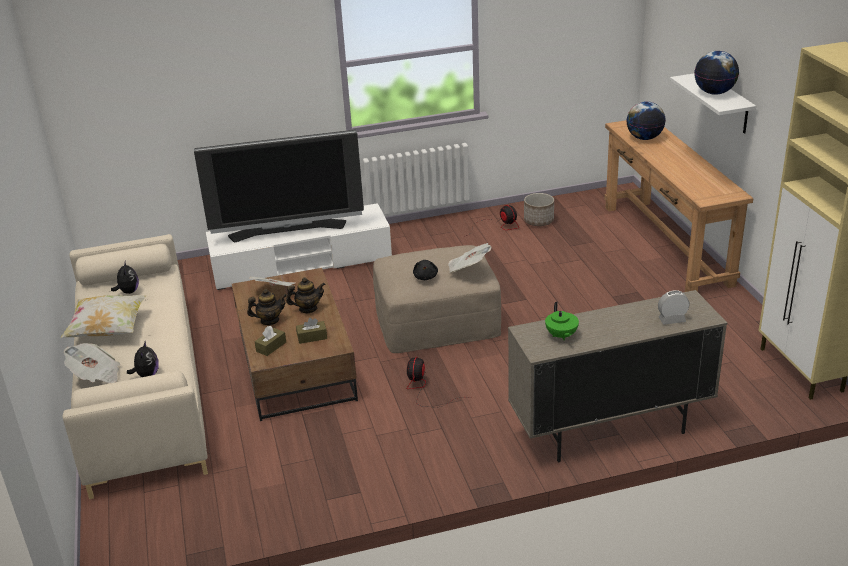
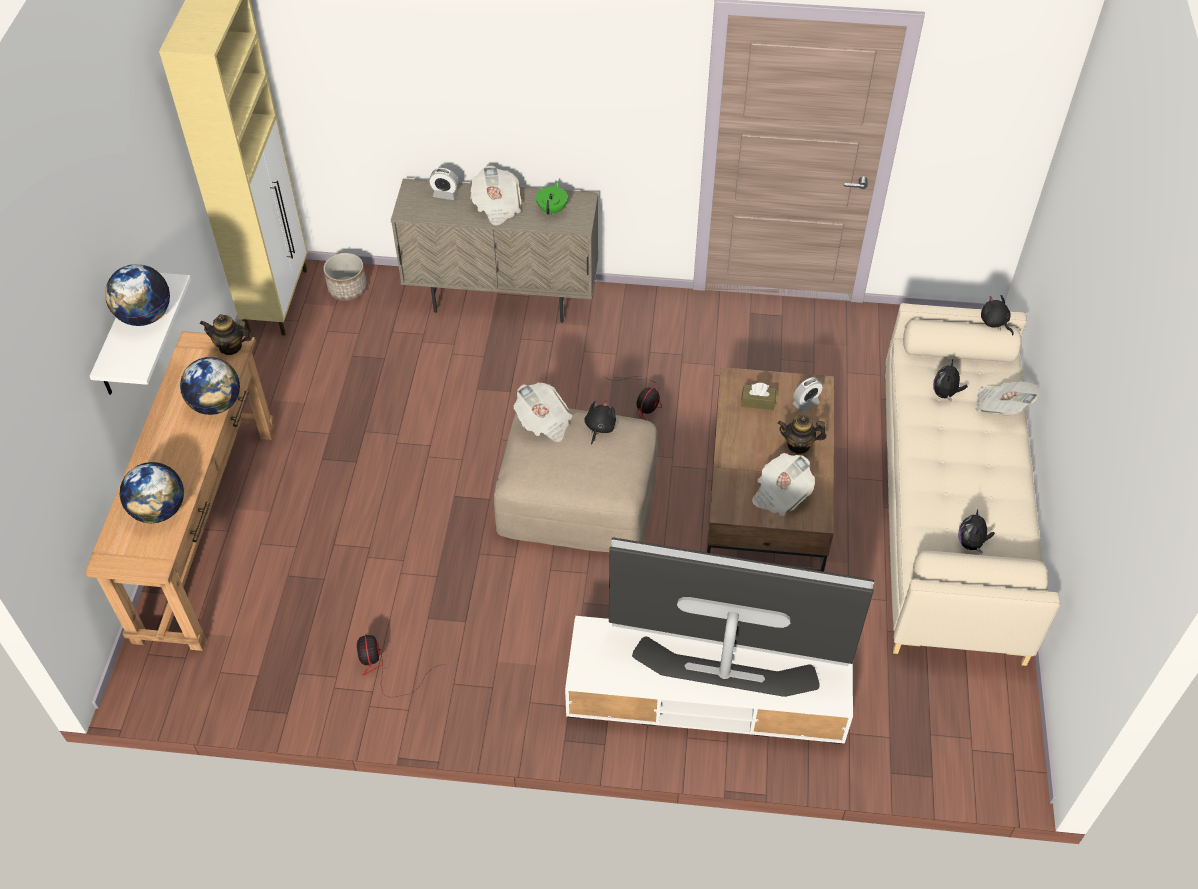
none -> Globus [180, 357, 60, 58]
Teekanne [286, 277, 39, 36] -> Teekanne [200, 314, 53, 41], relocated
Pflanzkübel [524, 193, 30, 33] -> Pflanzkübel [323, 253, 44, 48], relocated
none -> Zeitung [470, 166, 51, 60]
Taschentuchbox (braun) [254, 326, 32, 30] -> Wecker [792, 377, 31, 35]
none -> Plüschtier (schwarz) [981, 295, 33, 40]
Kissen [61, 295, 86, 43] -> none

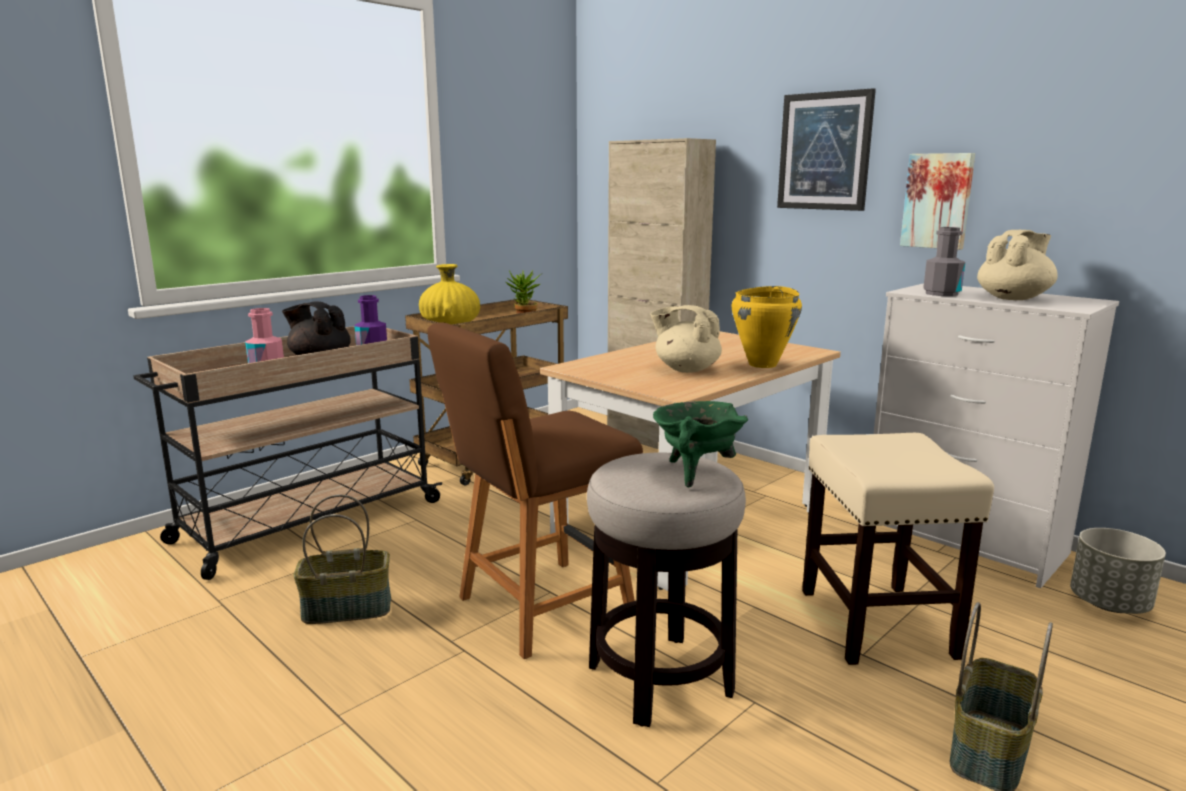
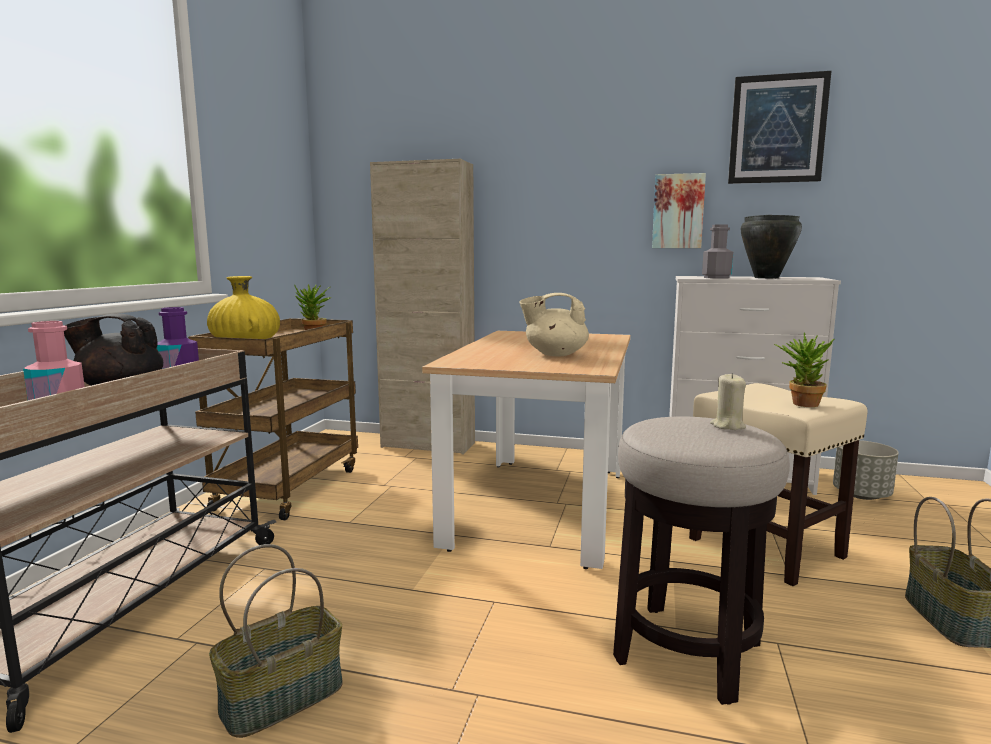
Kochtopf (grün) [653, 401, 95, 86] -> Kerze (beige) [710, 373, 36, 57]
Bild [777, 88, 99, 123] -> Bild [728, 71, 103, 113], relocated
Teekanne (beige) [977, 230, 81, 70] -> Kochtopf (schwarz) [741, 215, 61, 63]
none -> Topfpflanze [774, 333, 60, 74]
Stuhl (braun) [428, 322, 215, 337] -> none
Kochtopf (gelb) [731, 286, 71, 82] -> none

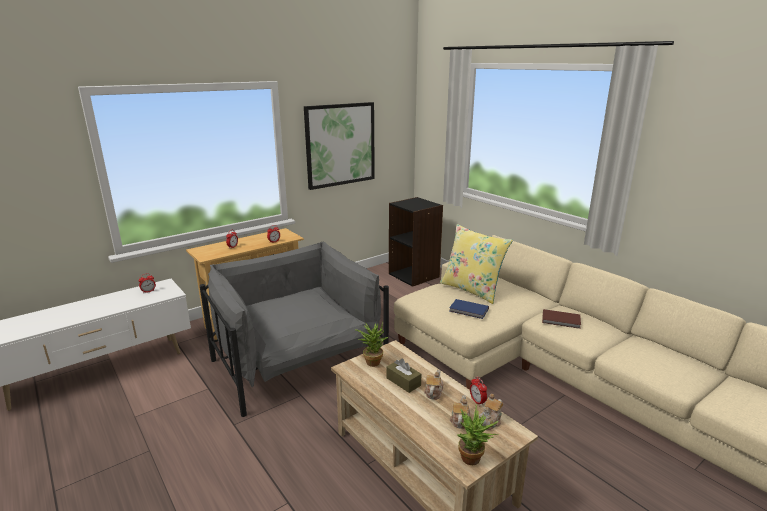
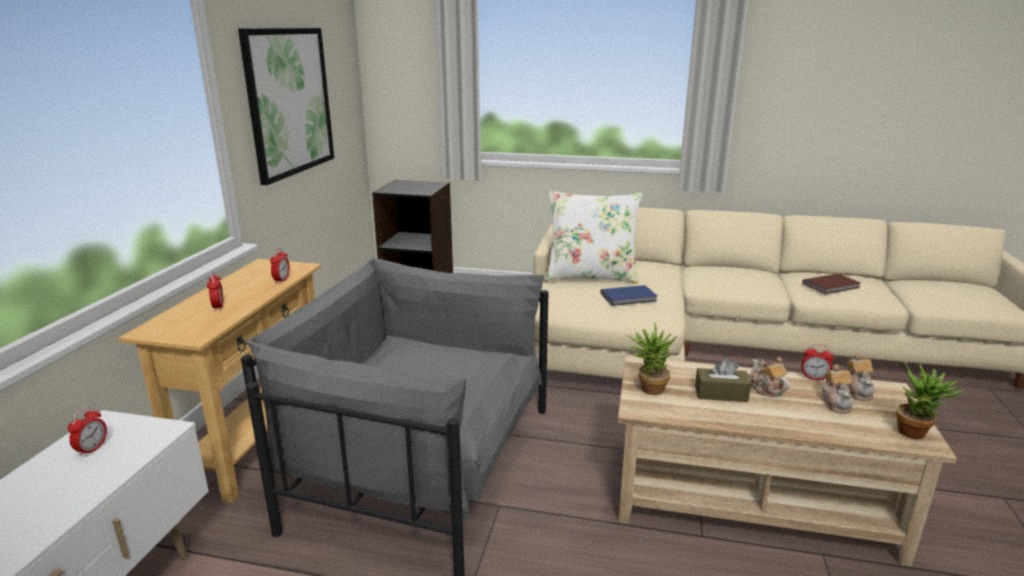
Kissen (gelb) [440, 224, 73, 80] -> Kissen (weiß) [545, 190, 98, 94]
Buch (braun) [542, 309, 39, 20] -> Buch (braun) [802, 274, 58, 20], relocated
Teekanne [450, 395, 20, 34] -> Teekanne [821, 364, 33, 50], 150 degrees counterclockwise

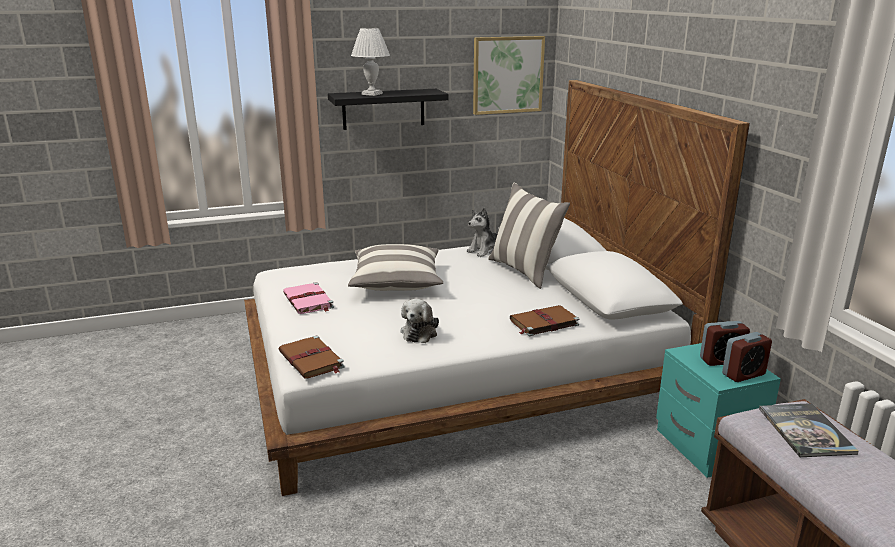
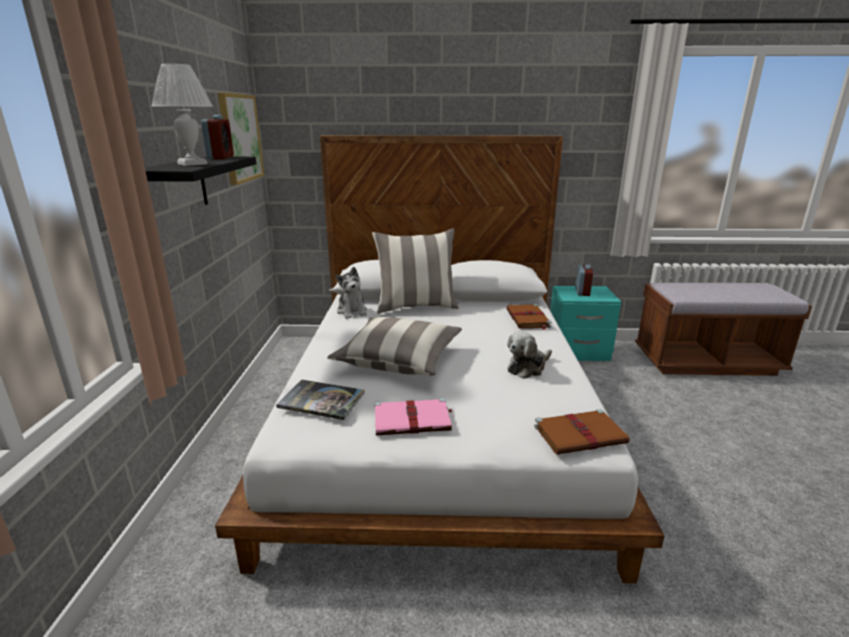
Wecker [722, 332, 50, 50] -> Wecker [201, 115, 33, 44], relocated
Buch [759, 403, 100, 54] -> Buch [276, 380, 88, 40], relocated
Plüschtier [401, 299, 38, 44] -> Plüschtier [507, 332, 45, 47], 105 degrees clockwise

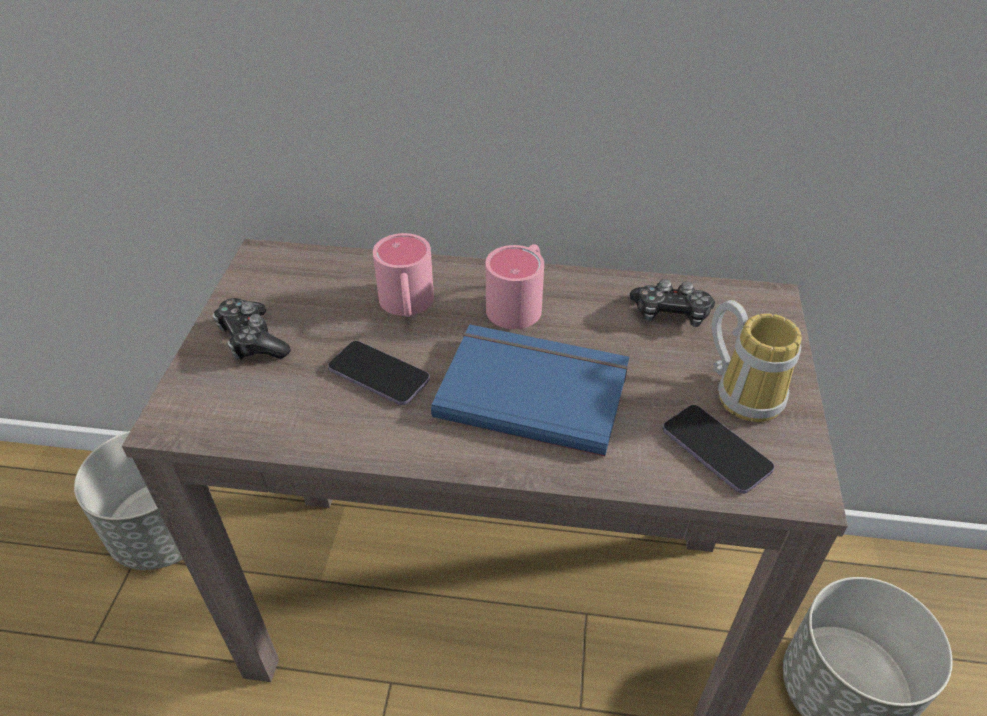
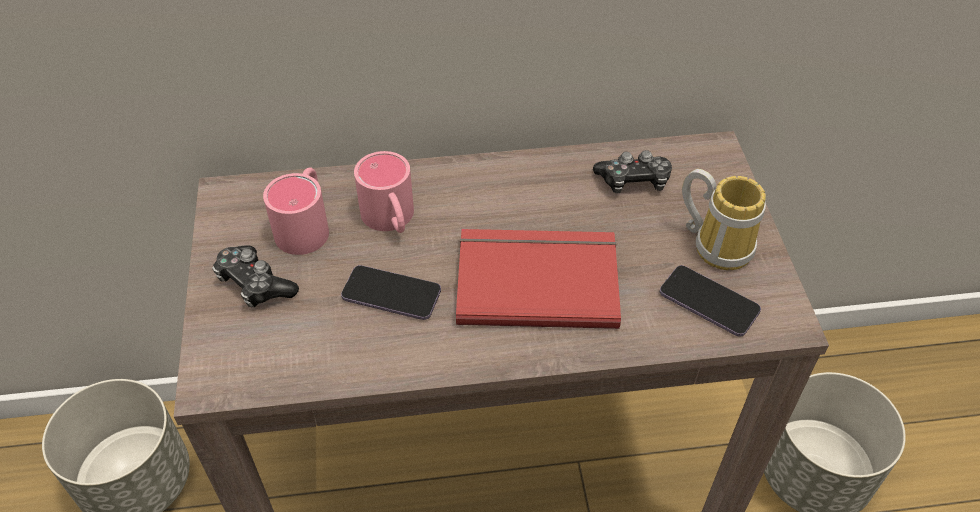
Henkelbecher (rosa) [486, 244, 58, 85] -> Henkelbecher (rosa) [263, 167, 66, 88], relocated
Buch (blau) [431, 325, 198, 131] -> Buch (rot) [456, 229, 165, 100]

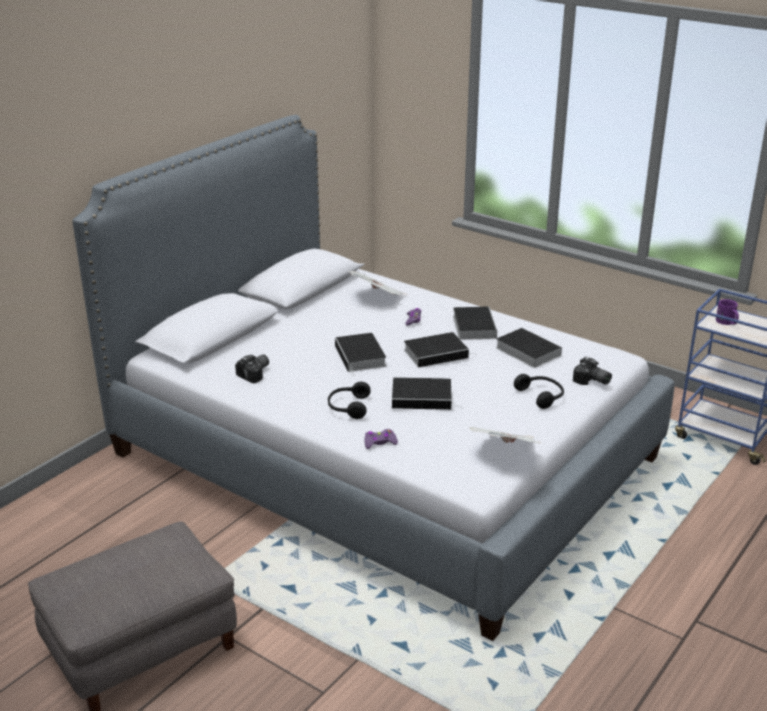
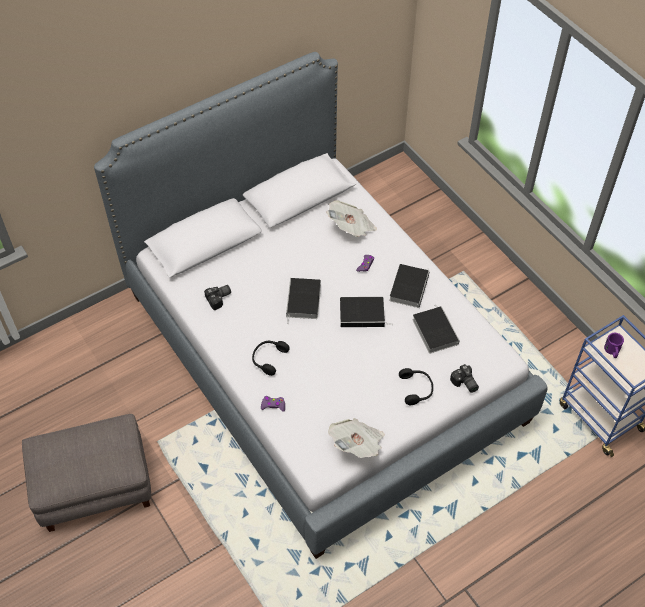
Buch [392, 377, 68, 33] -> none

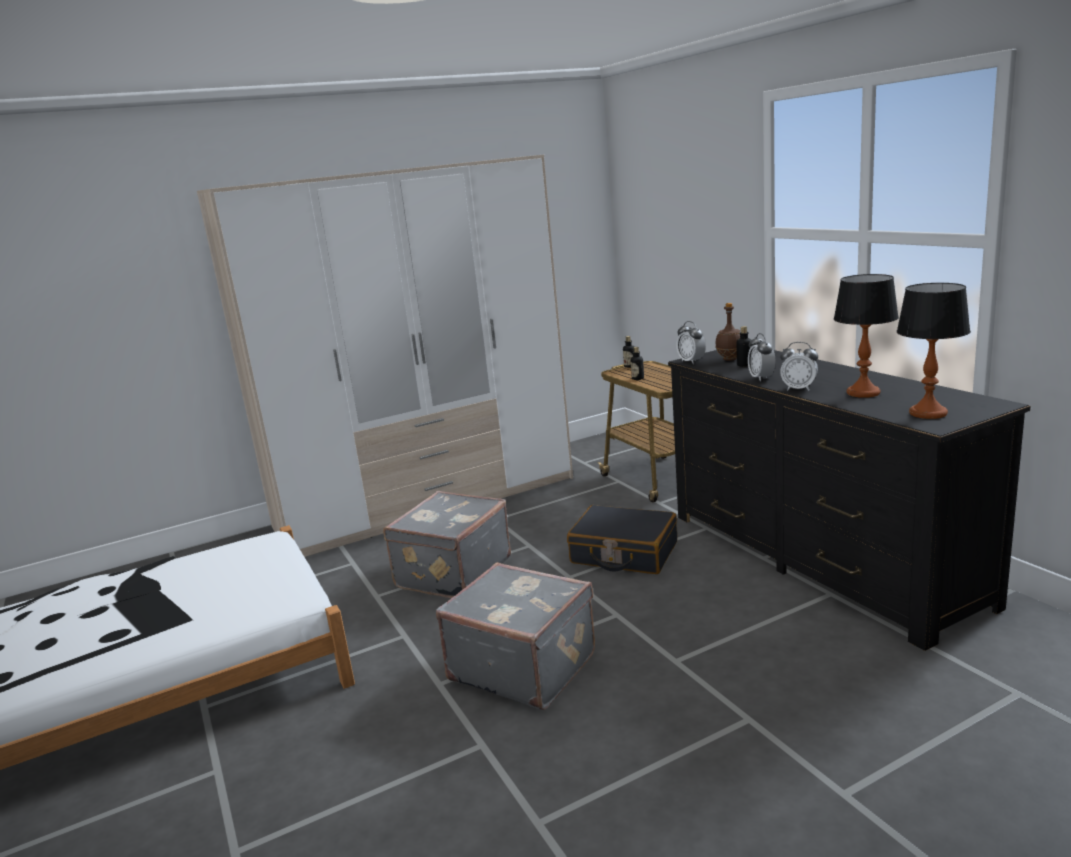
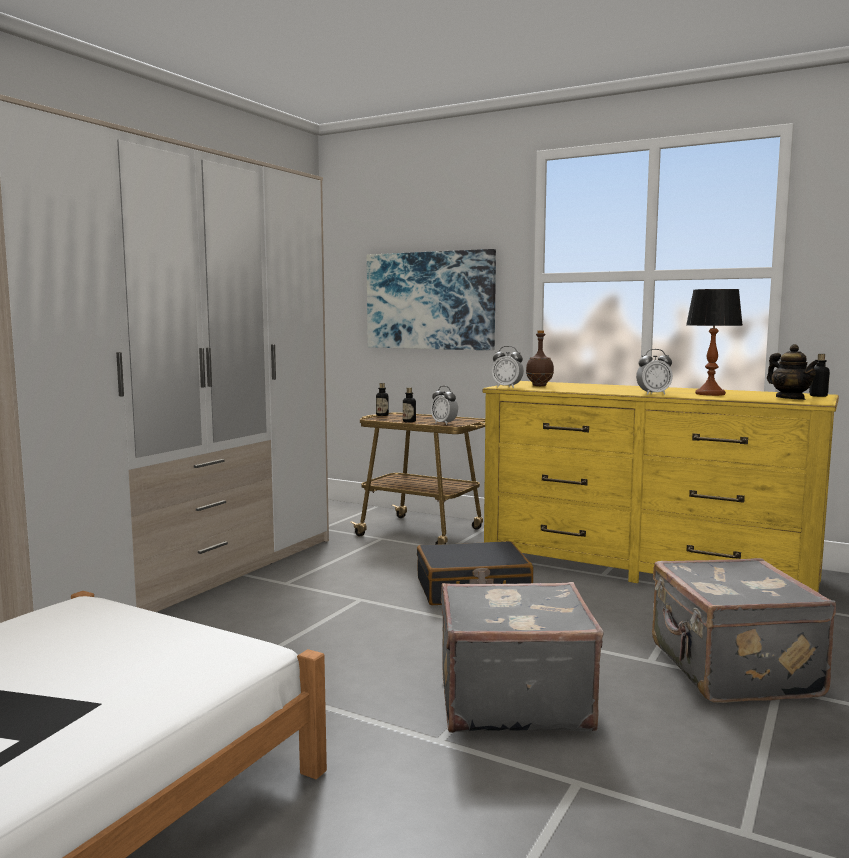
none -> Bild [367, 249, 129, 101]
Wecker [748, 333, 27, 48] -> Wecker [431, 386, 27, 39], relocated
Kommode (schwarz) [668, 350, 363, 301] -> Kommode (gelb) [483, 381, 356, 211]
Koffer (grau) [383, 491, 128, 107] -> Koffer (grau) [652, 558, 184, 145], relocated
Tischlampe [896, 283, 75, 136] -> Teekanne [767, 344, 52, 56]
Flasche [736, 326, 15, 41] -> Flasche [809, 354, 21, 43], relocated

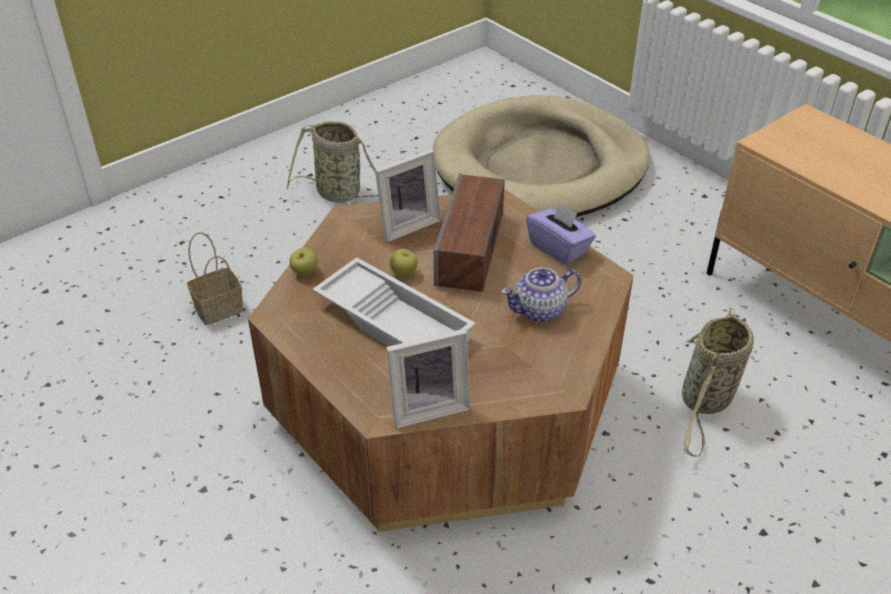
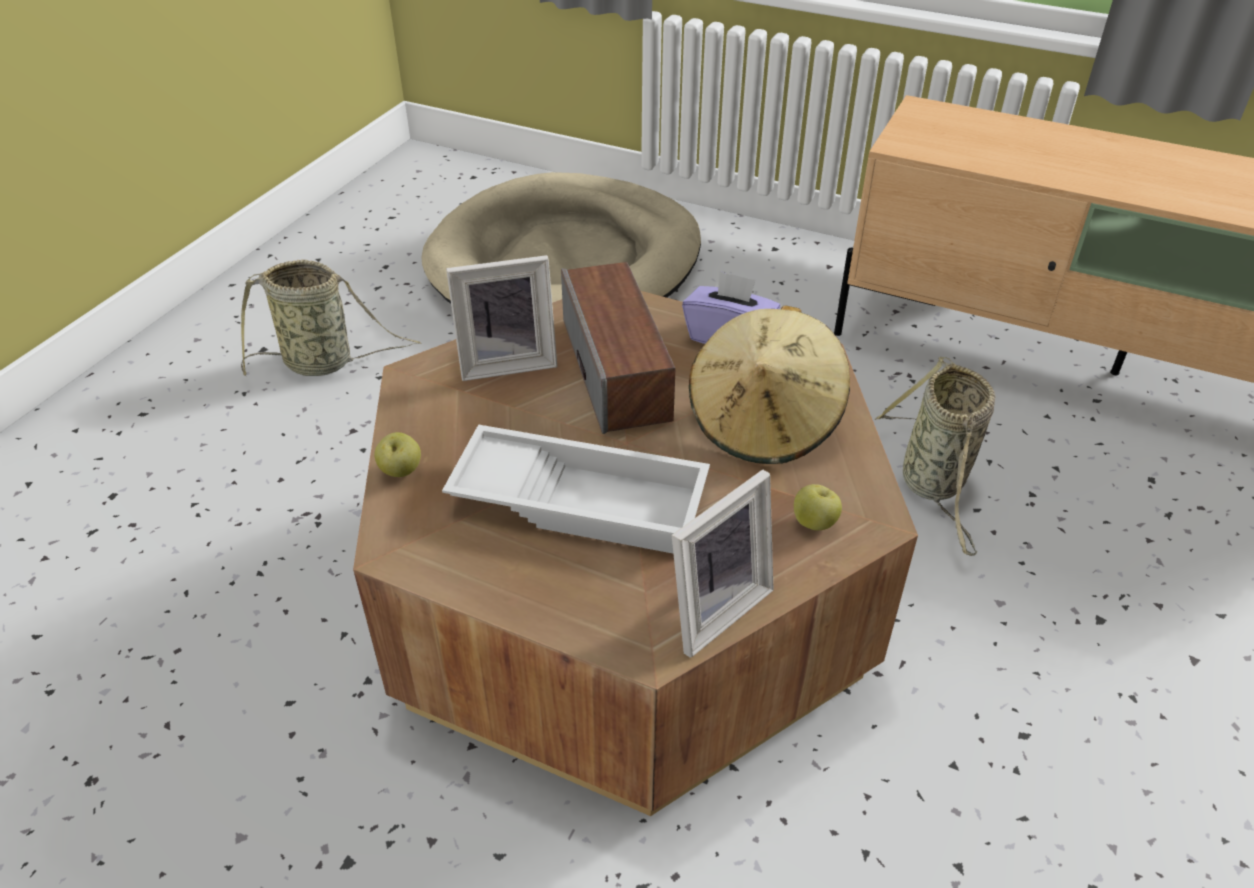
Bilderrahmen [375, 149, 66, 93] -> Bilderrahmen [446, 255, 111, 126], 45 degrees clockwise
Teekanne [501, 268, 80, 54] -> Hut (beige) [689, 305, 161, 159]
Apfel [390, 249, 28, 27] -> Apfel [794, 484, 48, 47], relocated
Korb [187, 232, 57, 93] -> none

